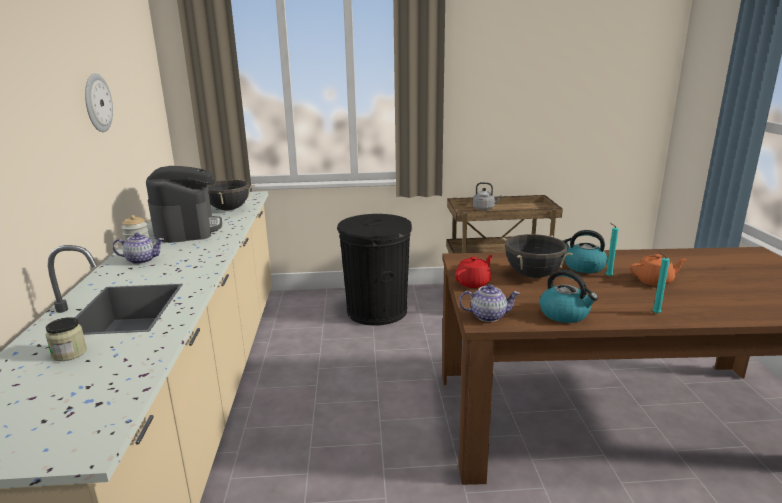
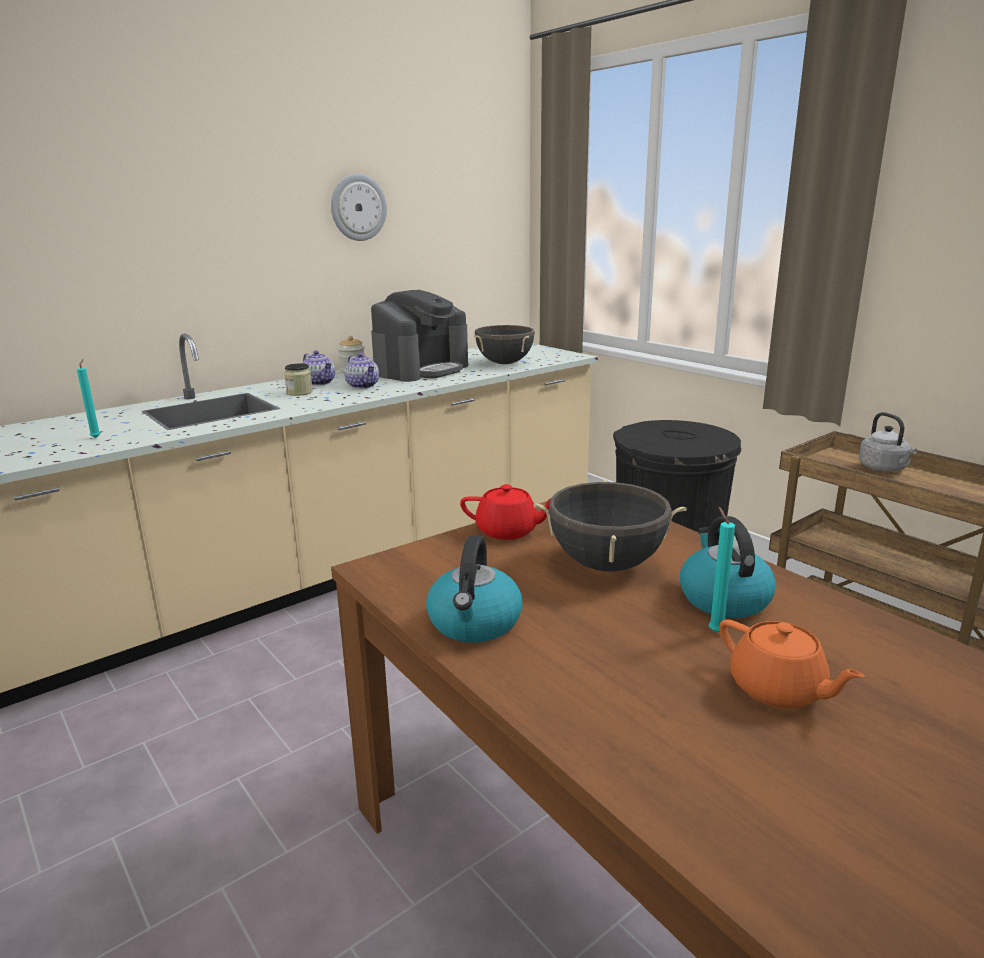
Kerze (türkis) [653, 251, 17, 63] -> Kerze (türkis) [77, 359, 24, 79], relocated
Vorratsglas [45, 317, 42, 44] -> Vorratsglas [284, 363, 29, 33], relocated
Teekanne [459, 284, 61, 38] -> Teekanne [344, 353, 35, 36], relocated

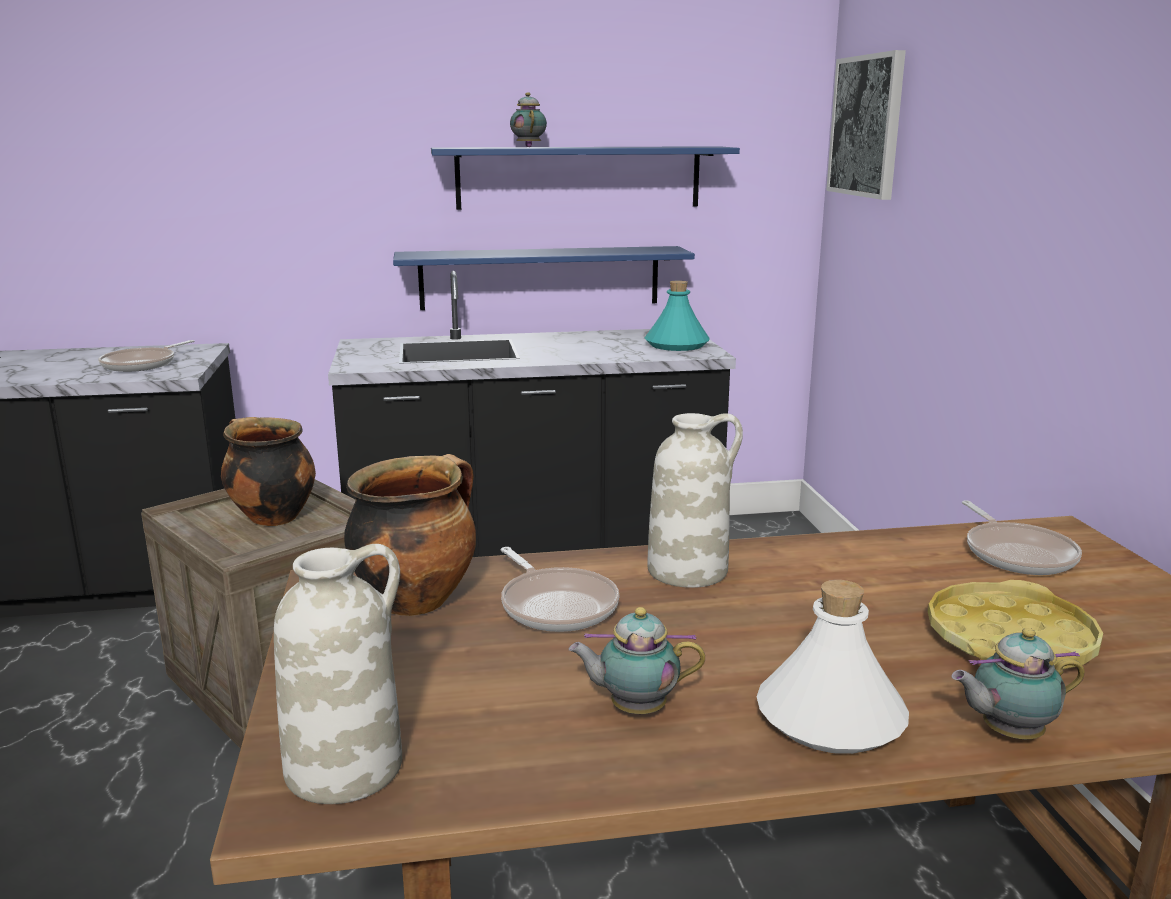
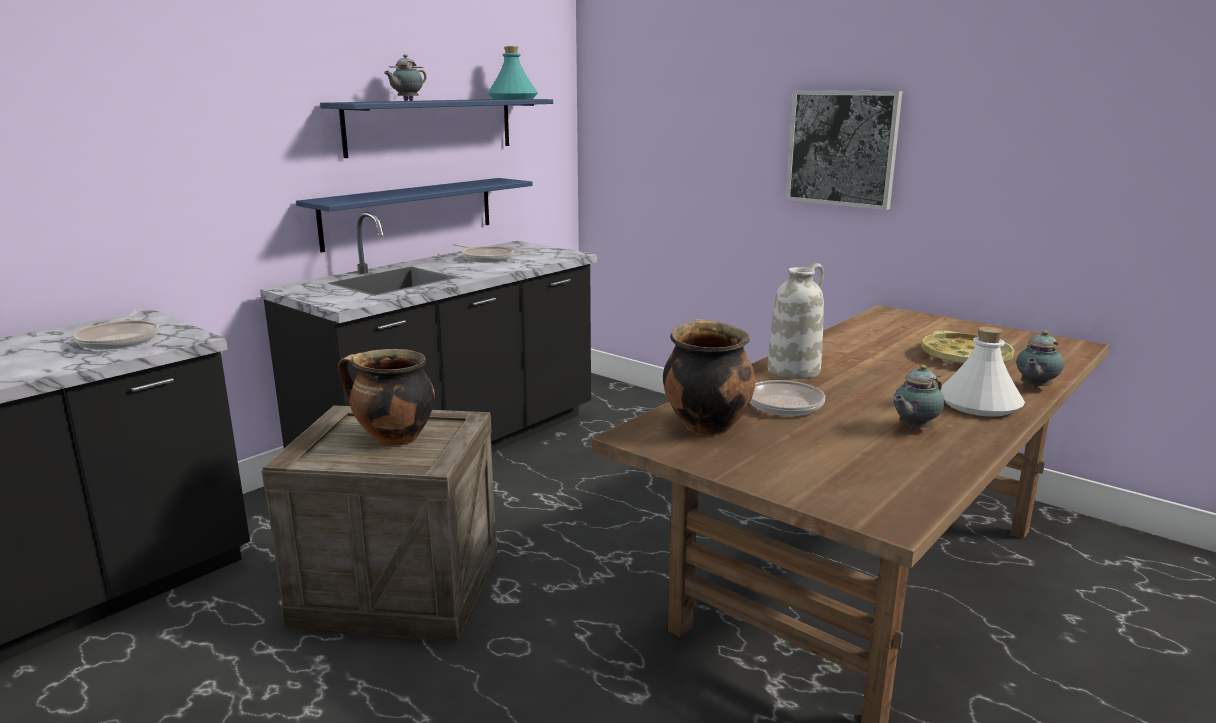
Teekanne [510, 92, 37, 55] -> Teekanne [384, 54, 43, 47], 90 degrees counterclockwise
Pfanne [962, 500, 120, 75] -> Pfanne [452, 244, 62, 19], relocated
Flasche (türkis) [645, 281, 65, 70] -> Flasche (türkis) [488, 46, 50, 53], relocated
Bild [826, 50, 80, 150] -> Bild [786, 90, 116, 120], relocated
Vase (weiß) [274, 544, 128, 260] -> none

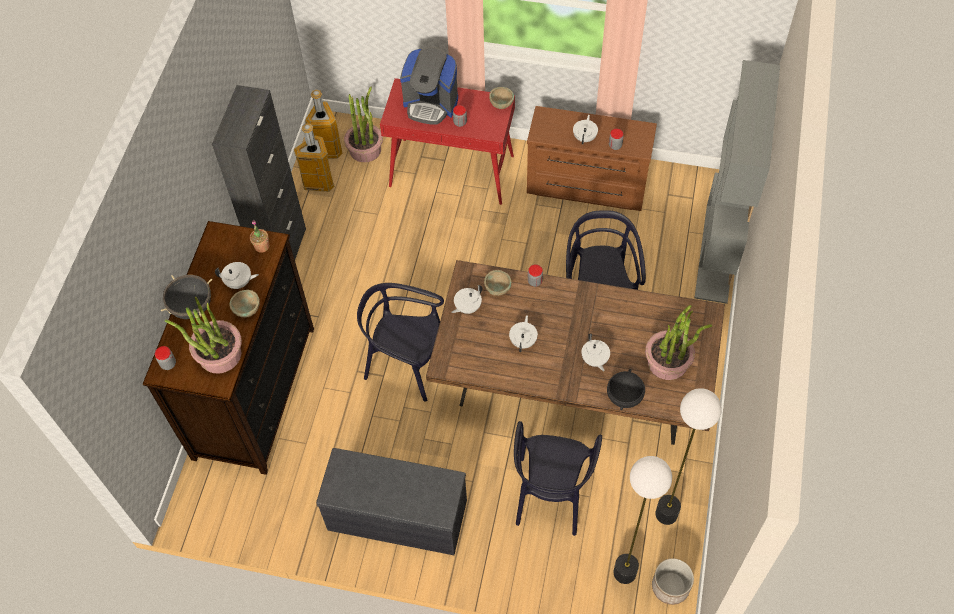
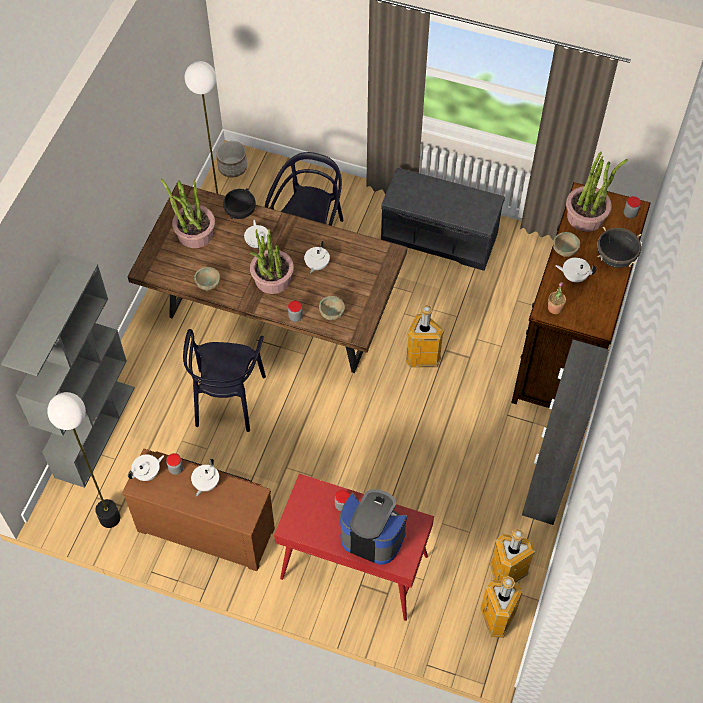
Stehlampe [613, 456, 59, 128] -> Stehlampe [47, 392, 73, 136], relocated
Teekanne (weiß) [451, 285, 31, 29] -> Teekanne (weiß) [128, 454, 36, 27], relocated
Schüssel (beige) [489, 87, 25, 22] -> Schüssel (beige) [194, 267, 26, 24], relocated
Topfpflanze [344, 87, 39, 75] -> Topfpflanze [250, 229, 44, 65], relocated
Stuhl (schwarz) [357, 283, 87, 119] -> Mülleimer [406, 305, 38, 63]

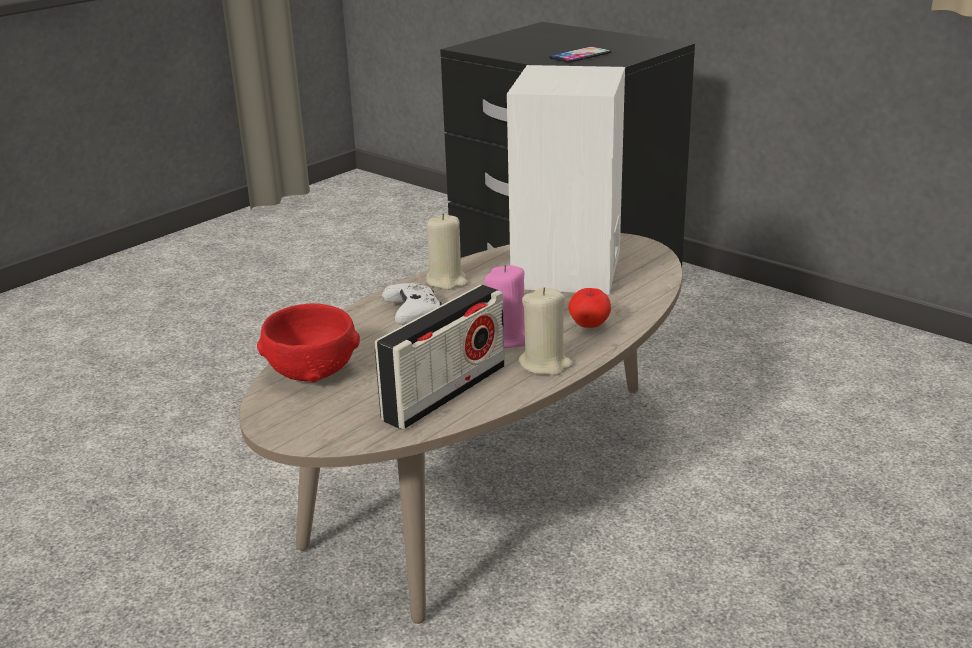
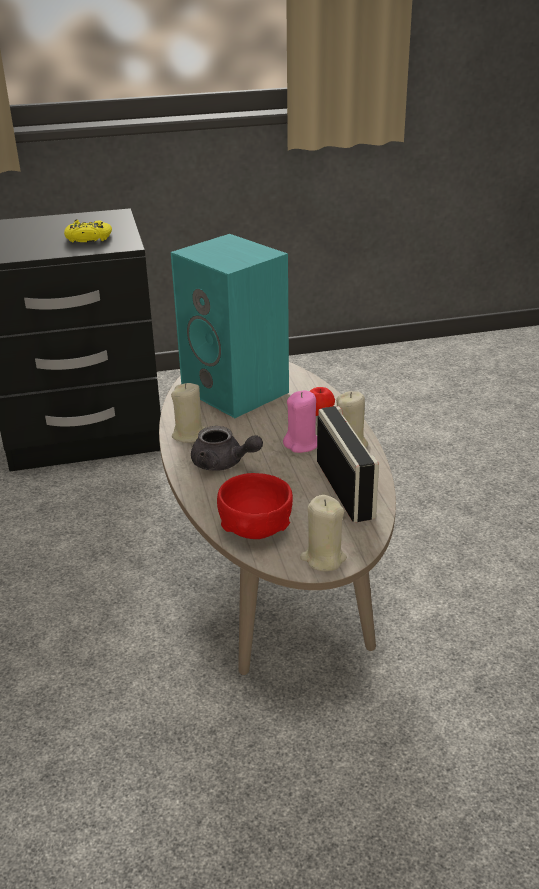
Handy [549, 46, 62, 17] -> Gamepad (gelb) [64, 220, 48, 22]
Lautsprecher (weiß) [507, 65, 118, 230] -> Lautsprecher (türkis) [171, 234, 118, 184]
Gamepad (weiß) [382, 283, 60, 42] -> Teekanne (grau) [191, 426, 72, 45]
none -> Kerze (beige) [300, 495, 47, 76]

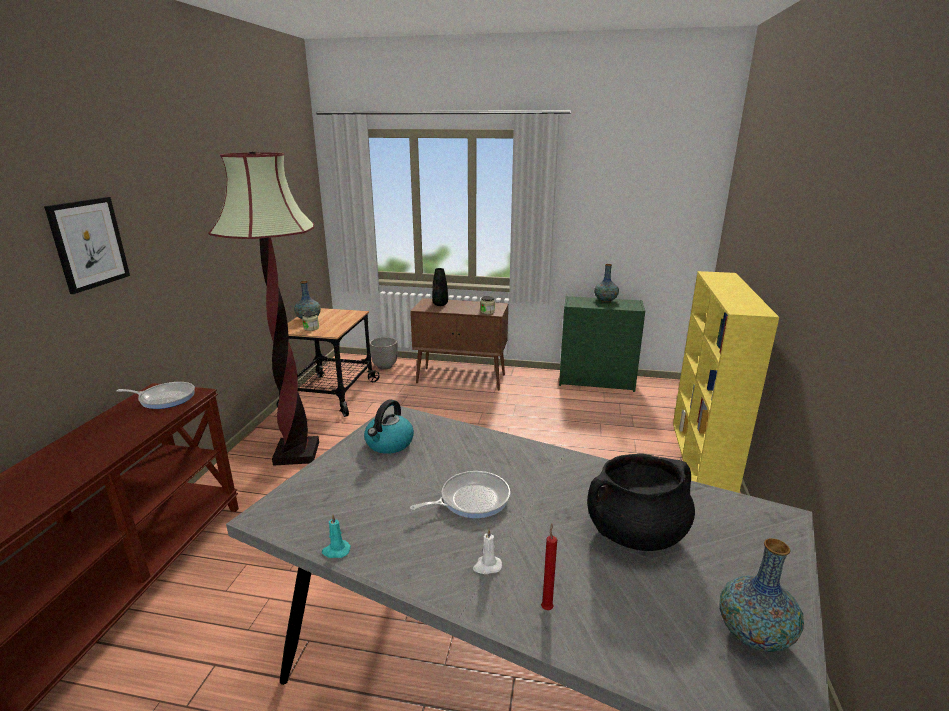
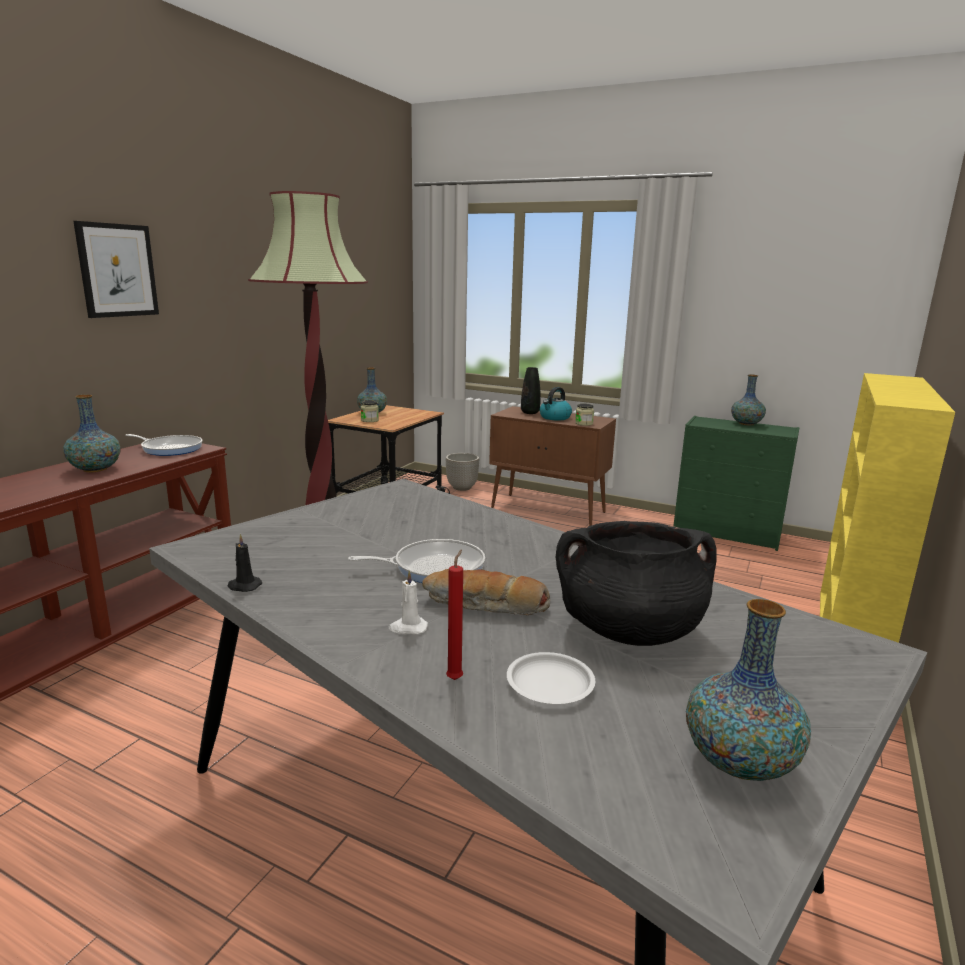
none -> Vase [63, 395, 58, 77]
Kerze (türkis) [322, 514, 29, 44] -> Kerze (schwarz) [227, 534, 35, 58]
none -> Brot [422, 569, 128, 46]
none -> Teller (weiß) [507, 652, 88, 52]
Wasserkessel [364, 400, 50, 54] -> Wasserkessel [540, 387, 32, 33], relocated

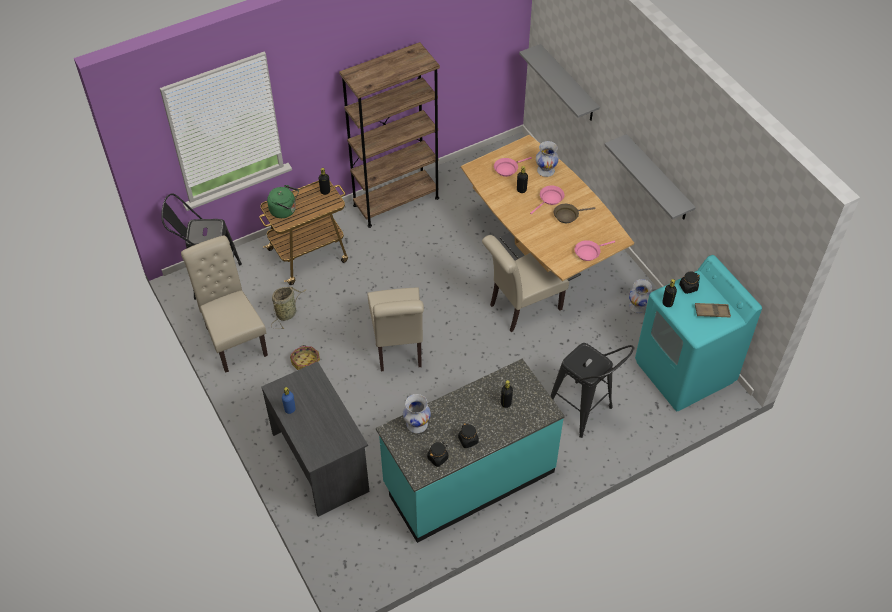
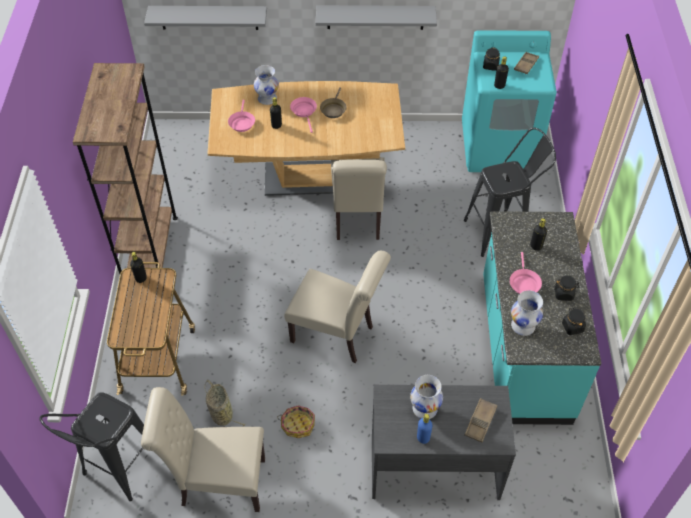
Vase (weiß) [629, 279, 23, 34] -> Vase (weiß) [410, 375, 33, 44], relocated
none -> Tablett (braun) [465, 398, 33, 45]
Pfanne (rosa) [575, 240, 40, 21] -> Pfanne (rosa) [510, 252, 32, 42], relocated
Wasserkessel (grün) [267, 185, 32, 33] -> none

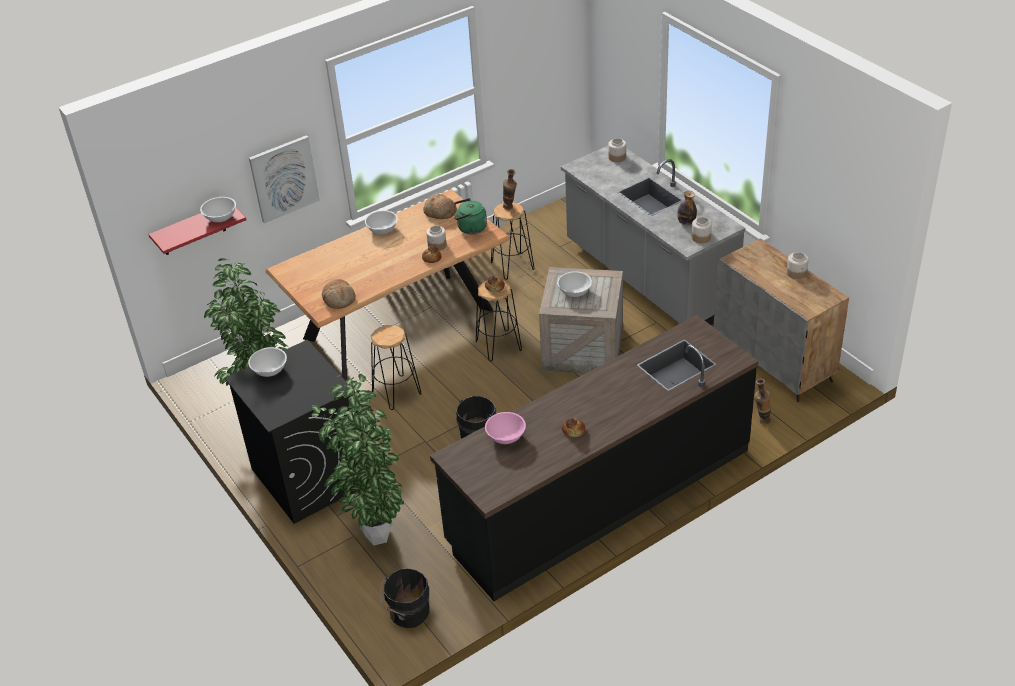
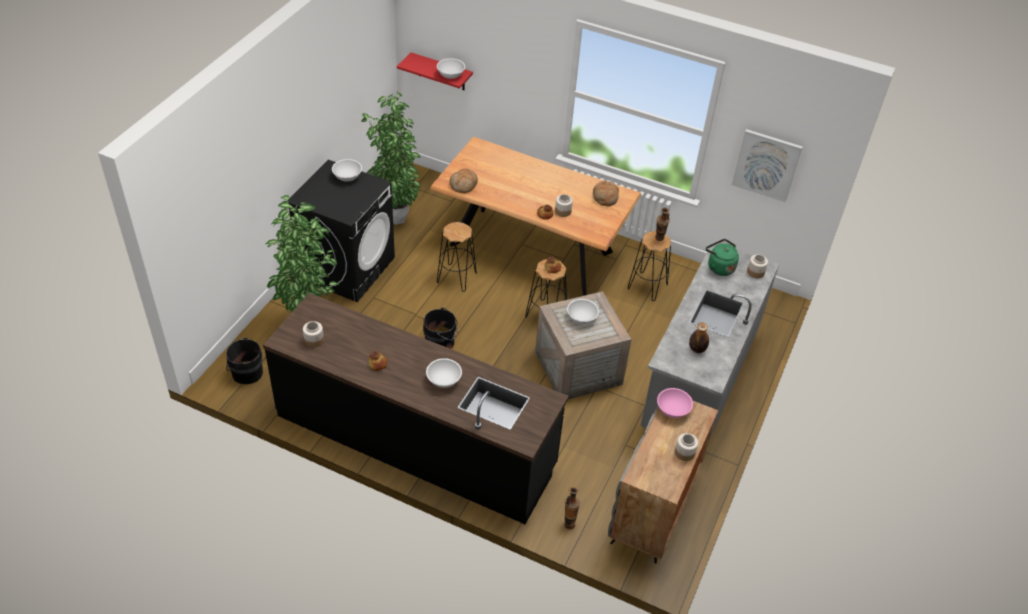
Vorratsglas [692, 217, 20, 26] -> Vorratsglas [303, 321, 21, 27], relocated
Schüssel (weiß) [365, 210, 33, 24] -> Schüssel (weiß) [426, 358, 36, 30], relocated
Schüssel (rosa) [485, 412, 41, 32] -> Schüssel (rosa) [657, 388, 36, 30], relocated
Wasserkessel (grün) [453, 198, 34, 36] -> Wasserkessel (grün) [706, 239, 33, 37], relocated
Bild [249, 135, 71, 89] -> Bild [732, 129, 71, 73], relocated

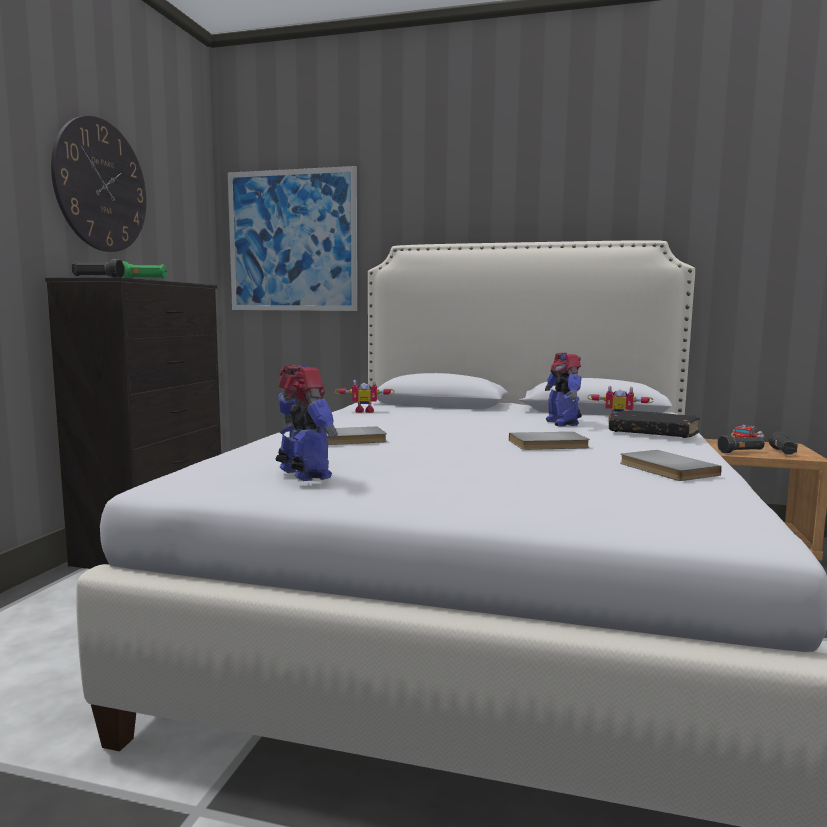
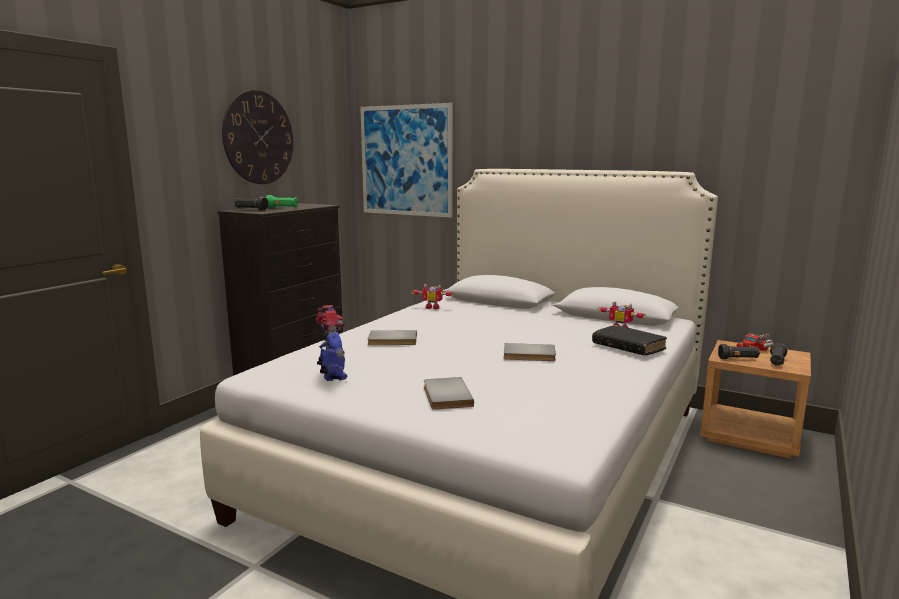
Buch (grau) [620, 450, 102, 31] -> Buch (grau) [424, 377, 50, 33], relocated
Spielzeugroboter [545, 353, 37, 74] -> none

